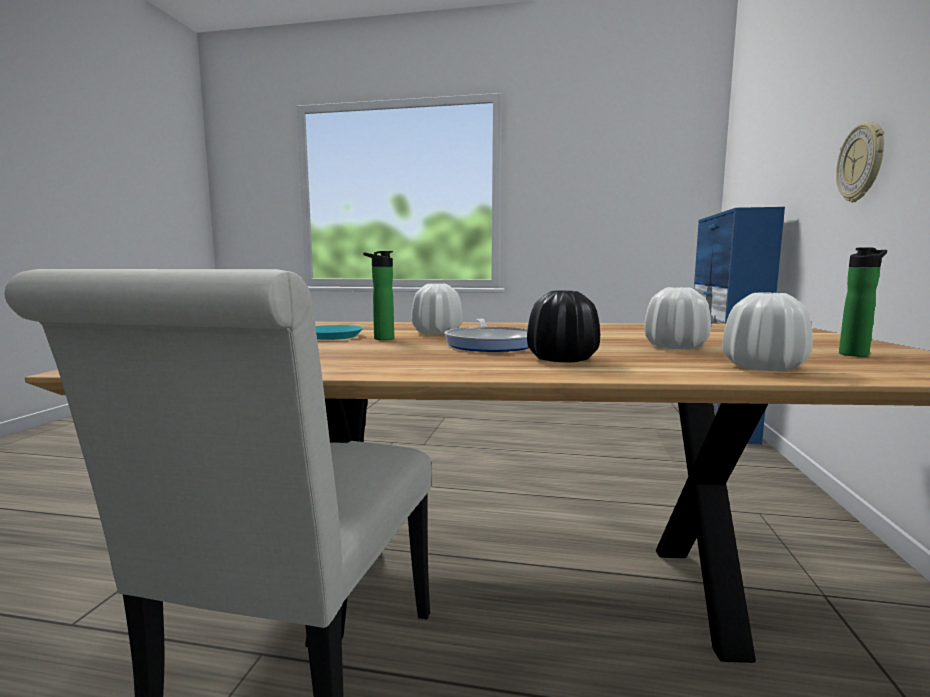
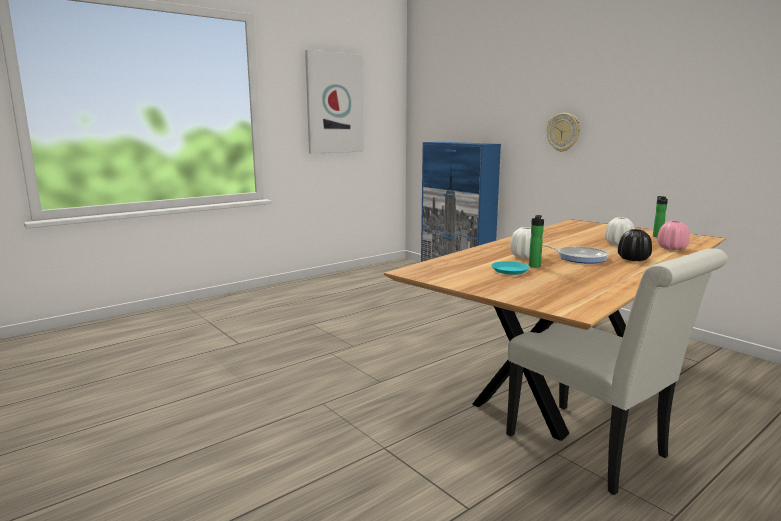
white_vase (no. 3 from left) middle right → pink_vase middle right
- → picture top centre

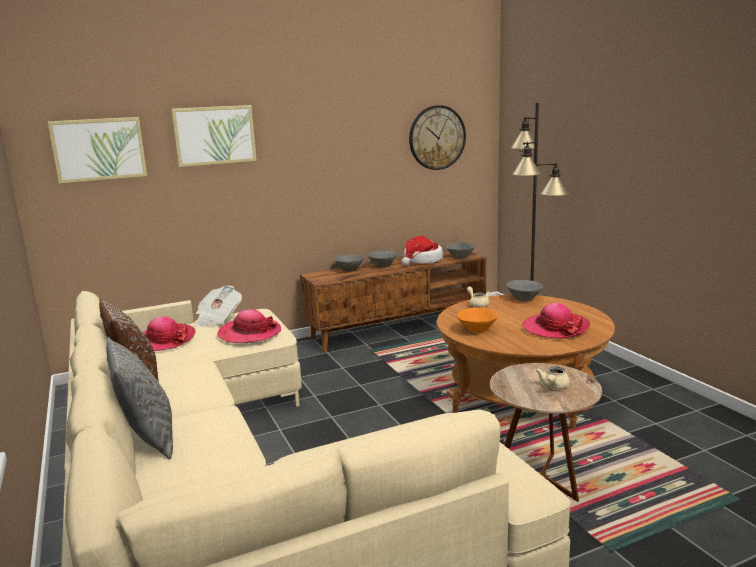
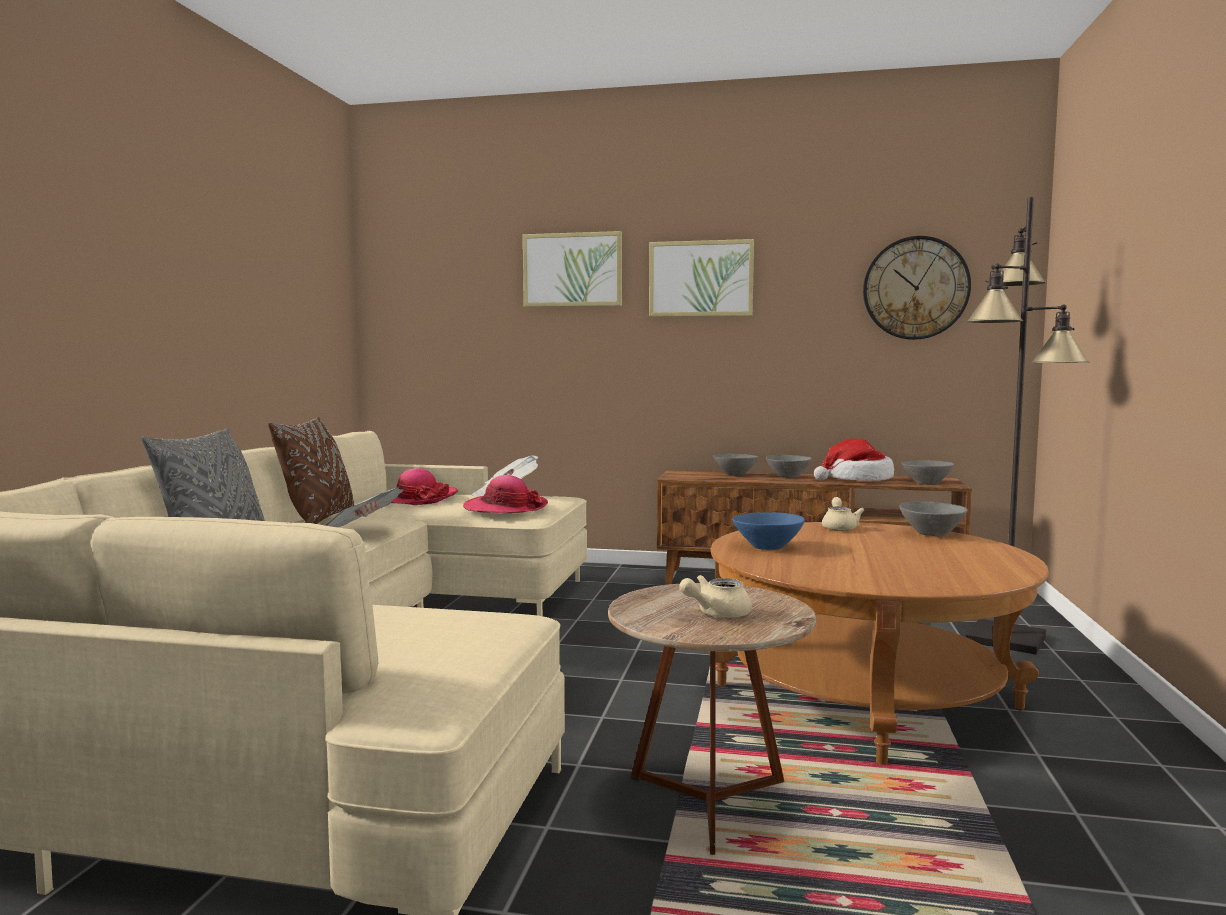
picture (no. 1 from left in the first image) top left → picture (no. 2 from left) top centre, relocated
orange_bowl centre → blue_bowl centre
hat (no. 4 from left) middle right → -
- → newspaper (no. 1 from left) middle left

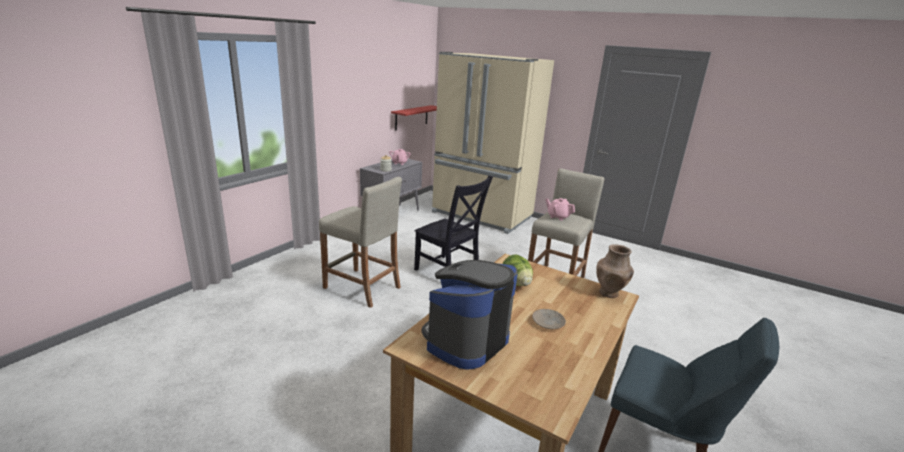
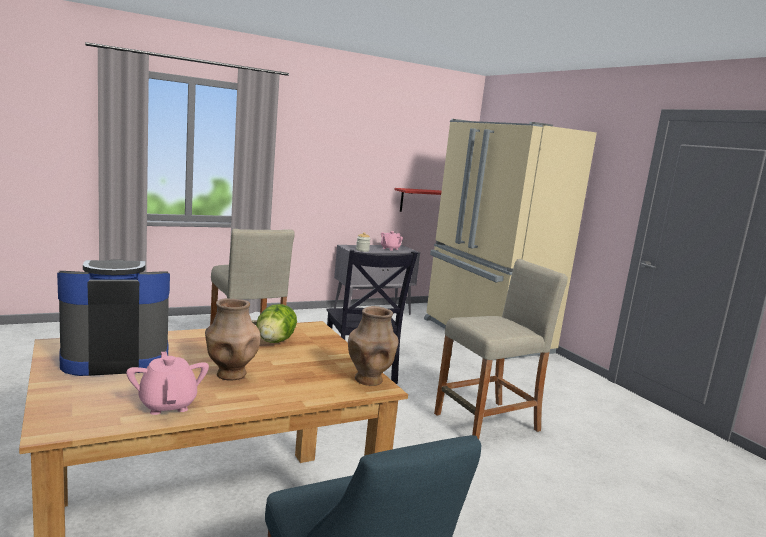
beige_plate bottom centre → brown_vase (no. 1 from left) middle left
pink_teapot (no. 2 from left in the first image) centre → pink_teapot (no. 1 from left) bottom left, relocated

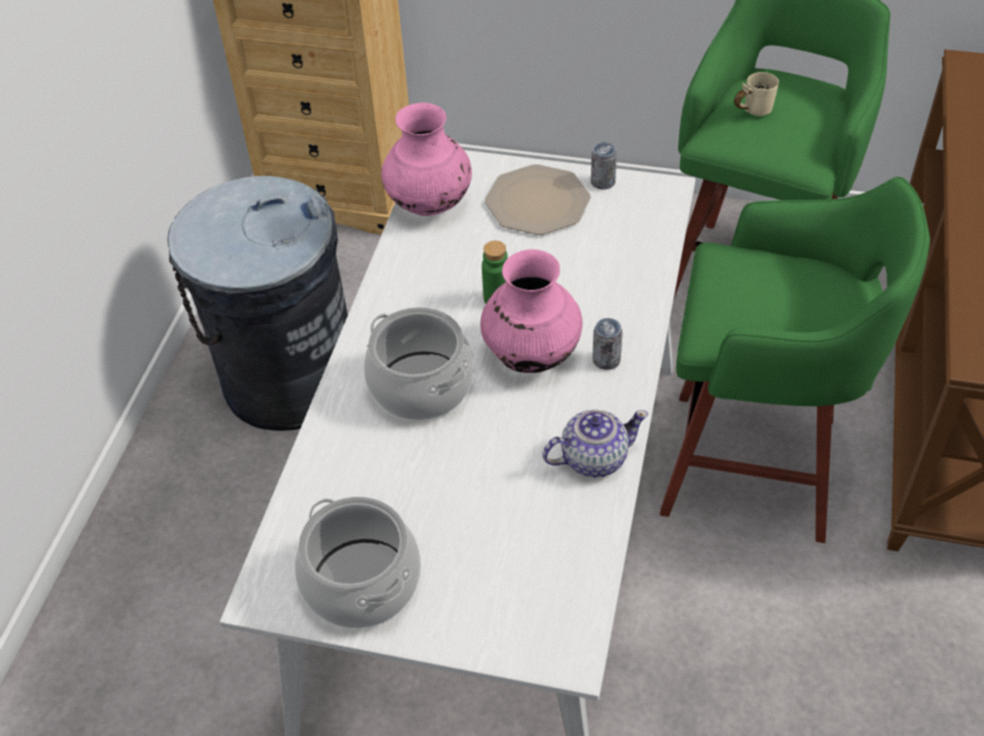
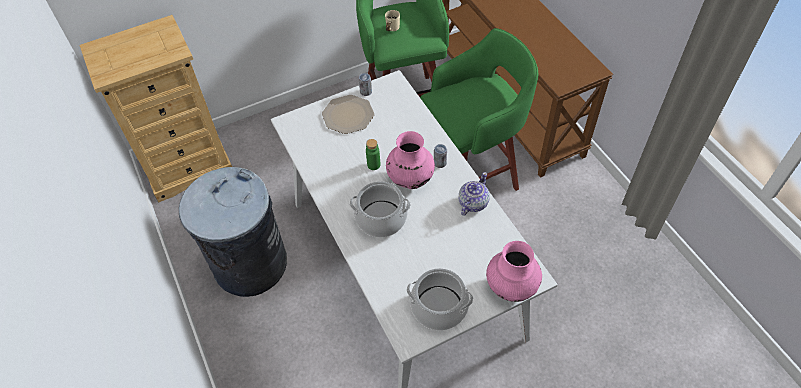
pink_vase (no. 1 from left in the first image) top centre → pink_vase (no. 2 from left) bottom centre, relocated

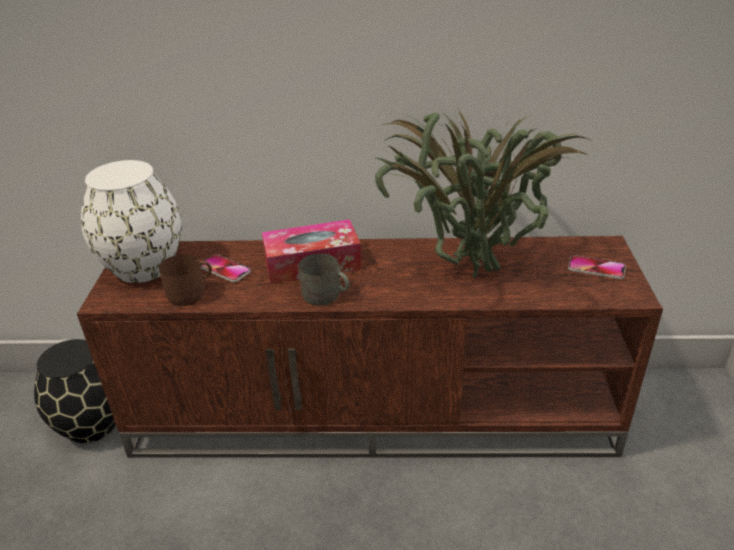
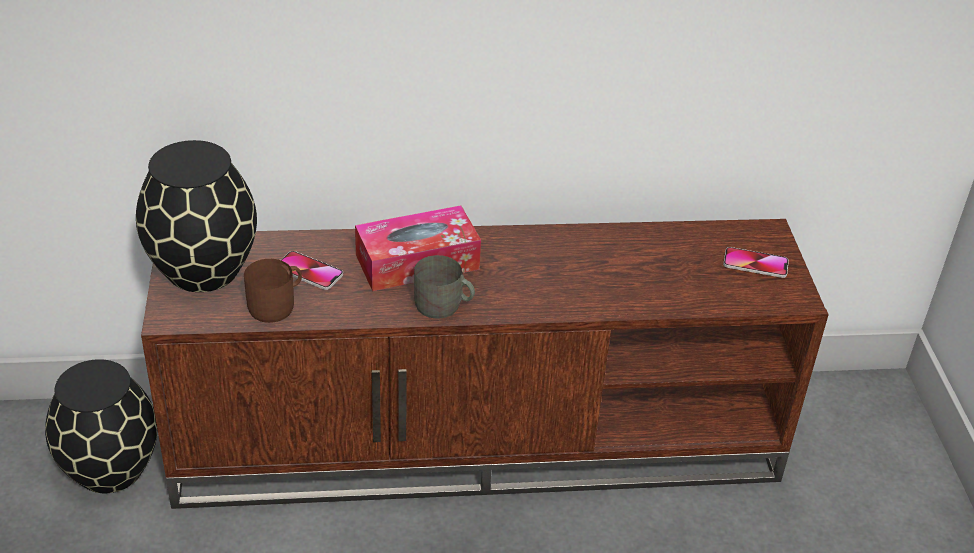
white_vase middle left → black_vase (no. 2 from left) middle left
potted_plant centre → -

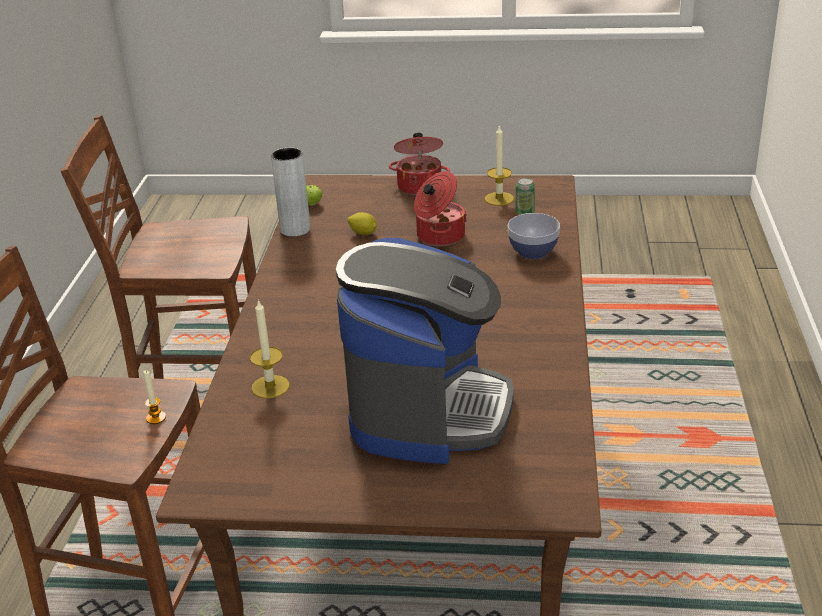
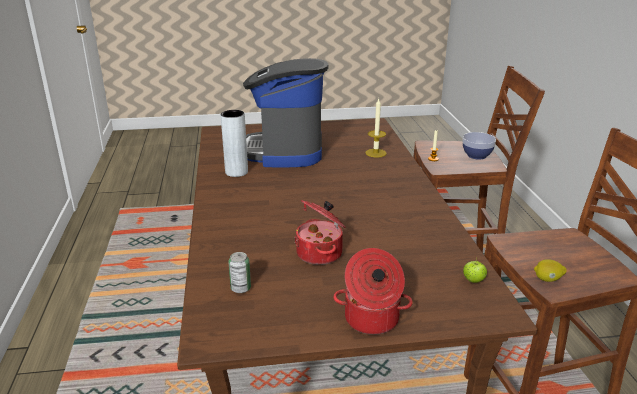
grey_vase top centre → grey_vase centre, relocated
lemon centre → lemon bottom right, relocated
candle (no. 3 from left) top centre → -
bowl centre → bowl middle right, relocated

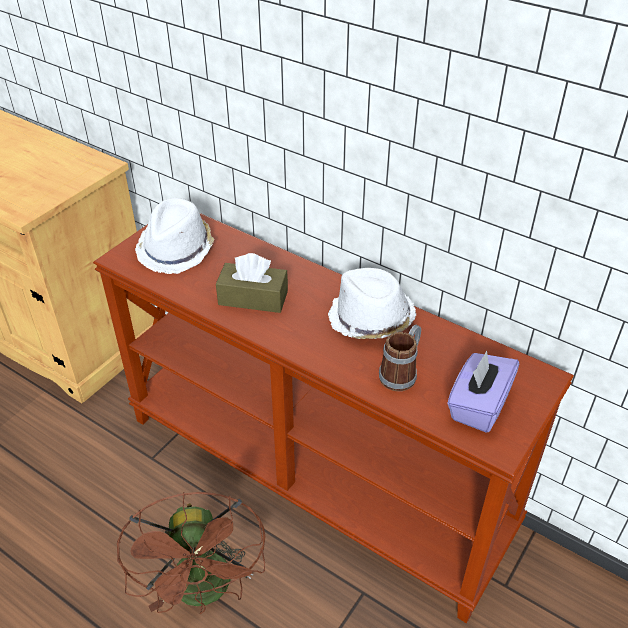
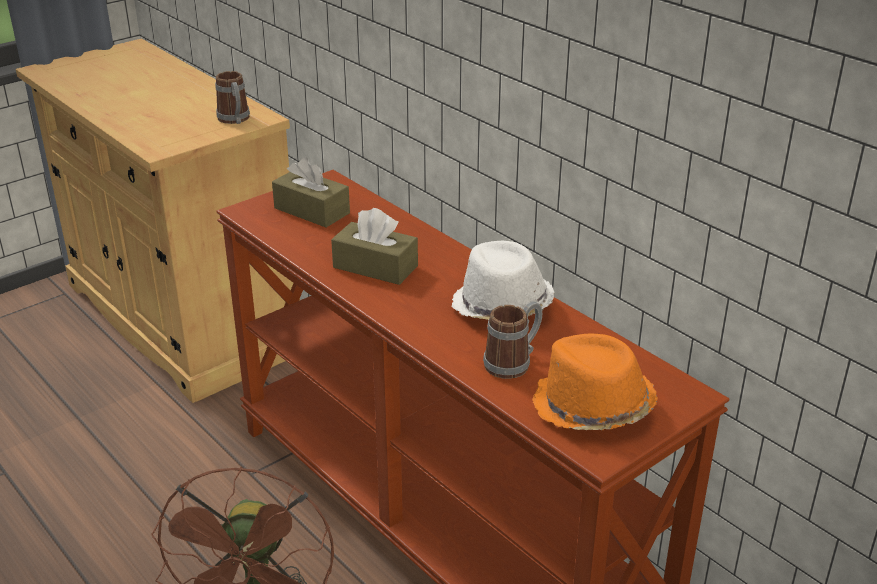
white_hat (no. 1 from left) middle left → brown_tissue_box (no. 1 from left) top centre
purple_tissue_box middle right → orange_hat middle right
- → mug (no. 1 from left) top left

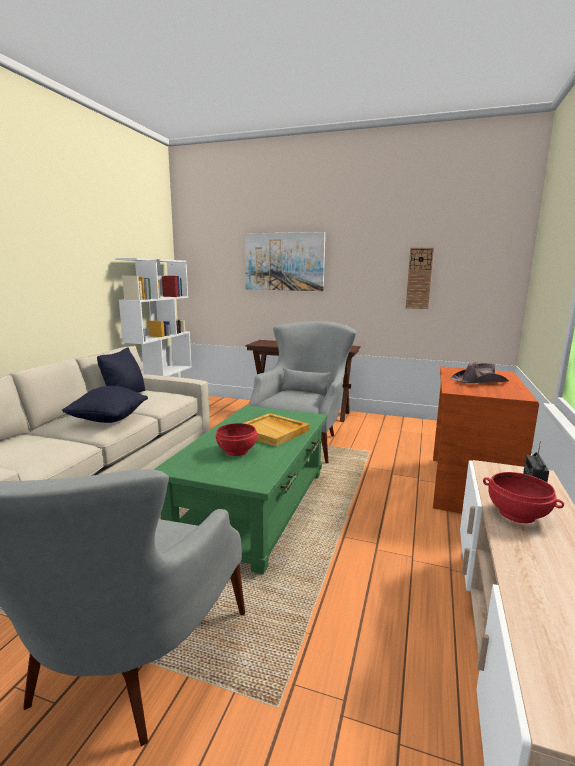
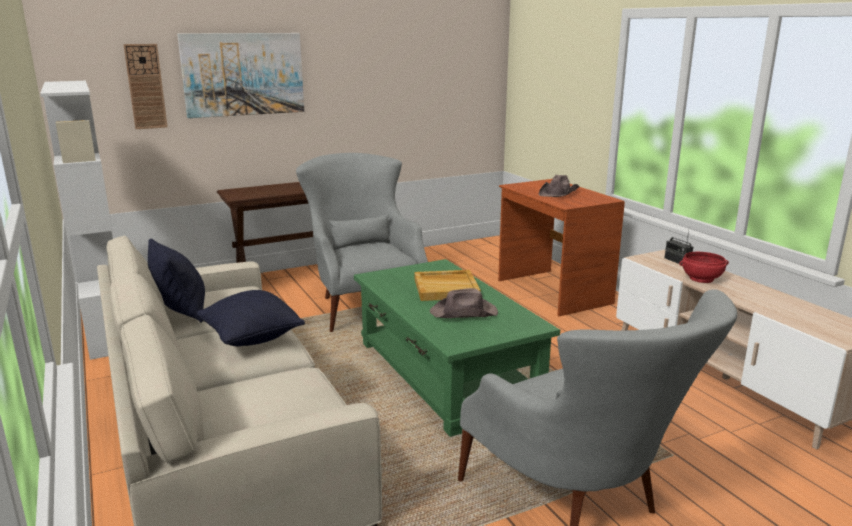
red_bowl (no. 1 from left) centre → brown_hat (no. 1 from left) centre
wall_clock middle right → wall_clock top left, relocated

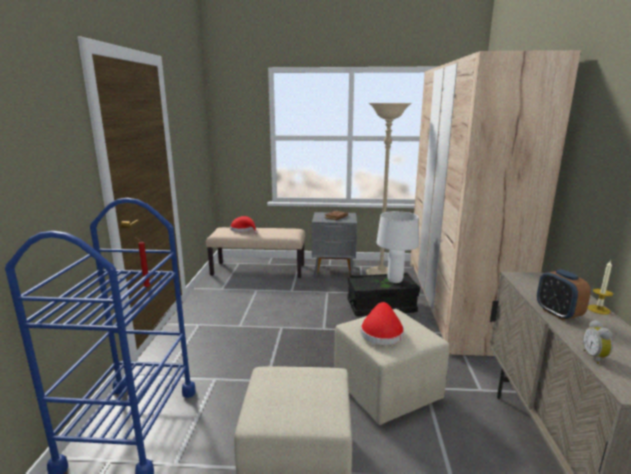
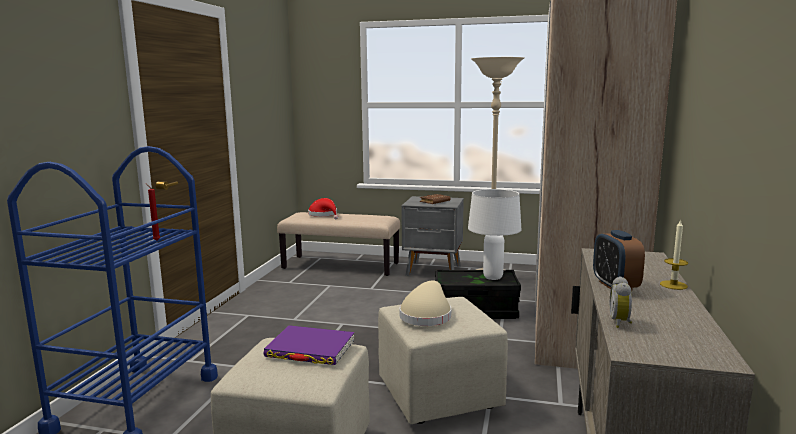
red_hat (no. 2 from left) bottom centre → beige_hat bottom centre
- → purple_book bottom centre

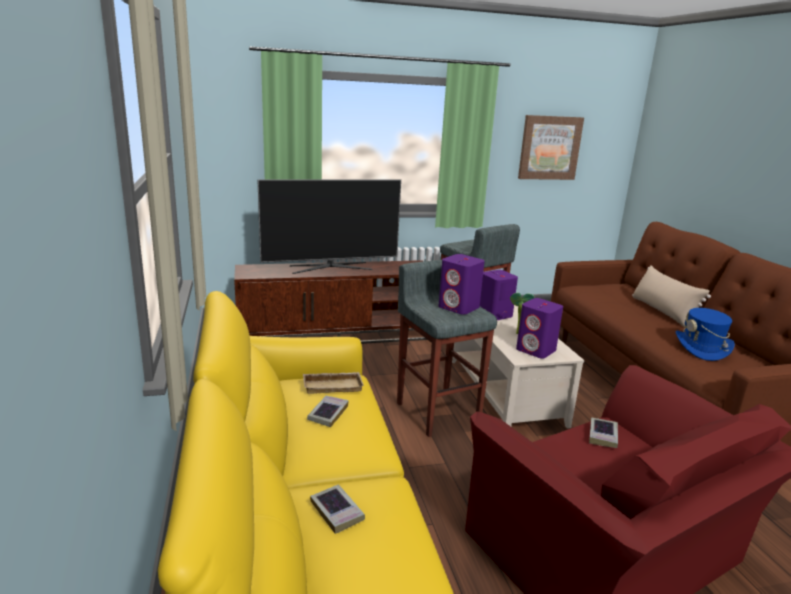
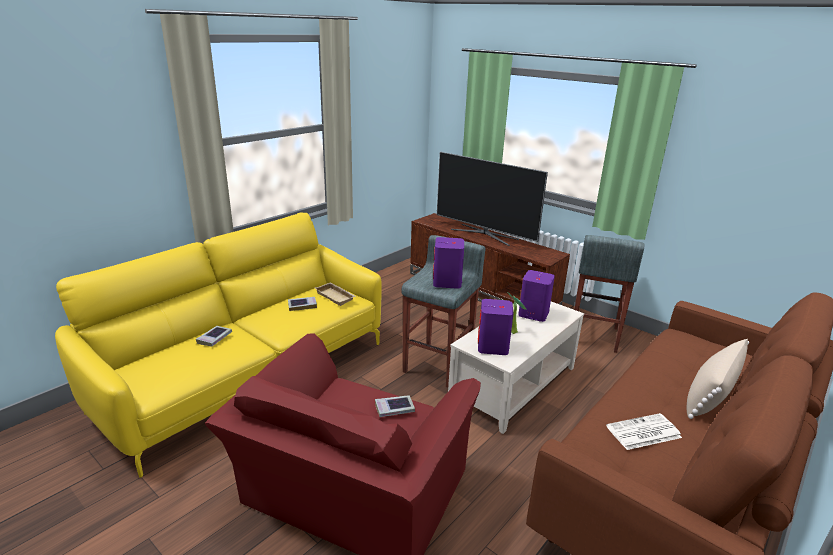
picture top right → -
blue_hat middle right → newspaper bottom right

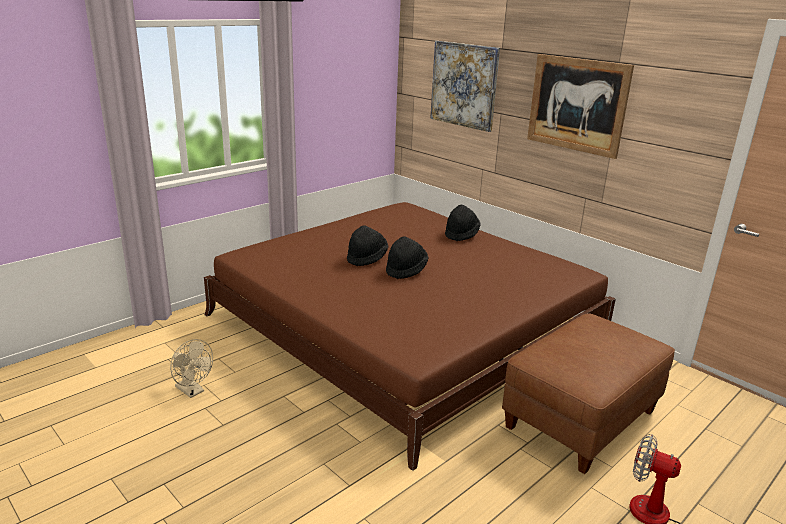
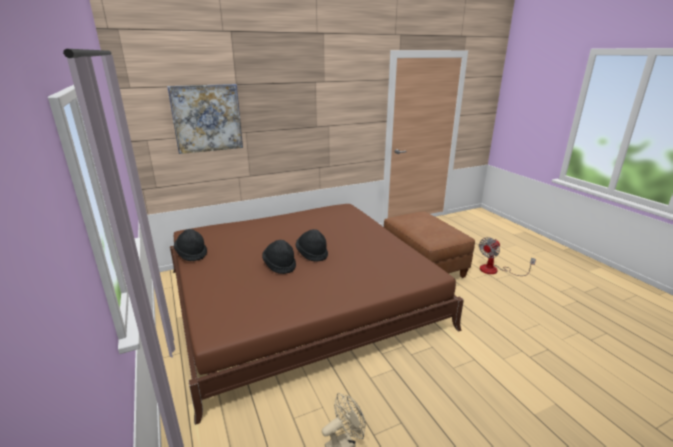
black_hat (no. 3 from left in the first image) centre → black_hat (no. 1 from left) middle left, relocated
picture (no. 2 from left) top right → -

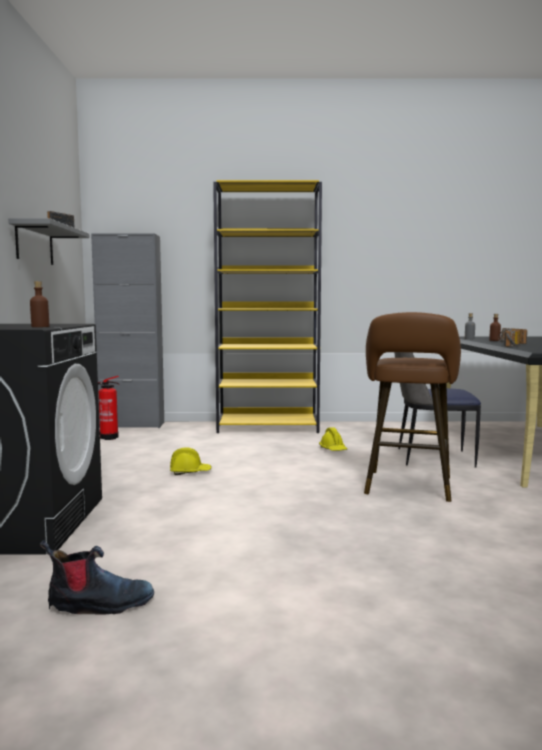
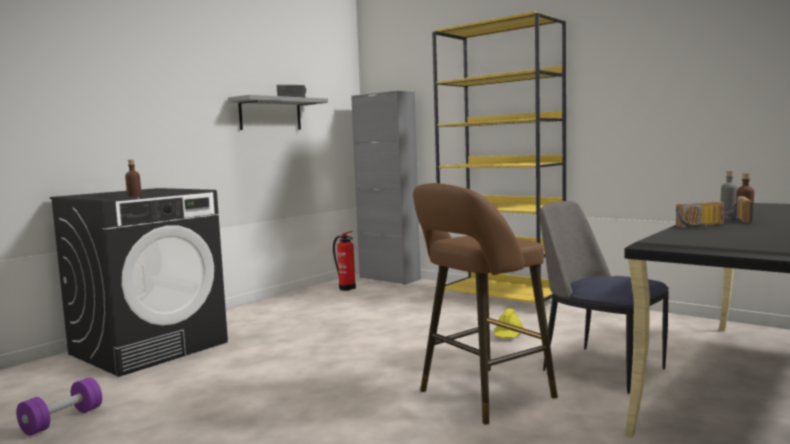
boot bottom left → purple_dumbbell bottom left
yellow_hard_hat (no. 1 from left) centre → -

